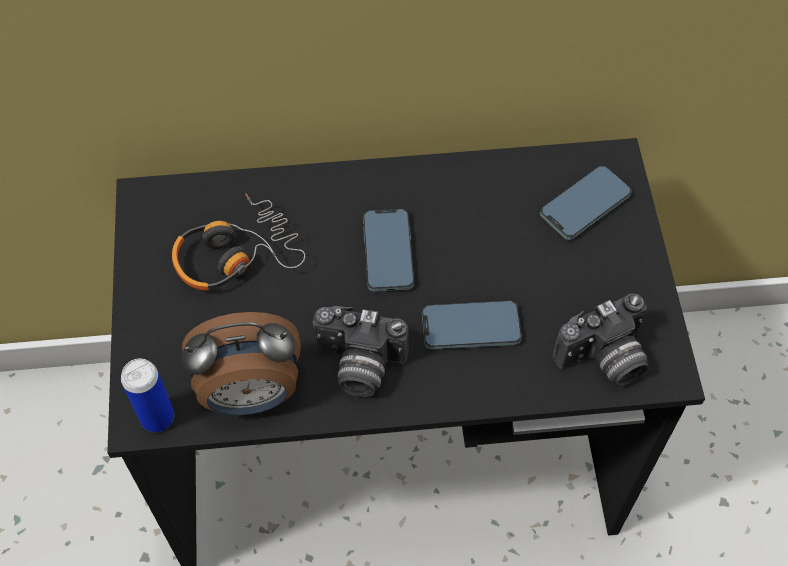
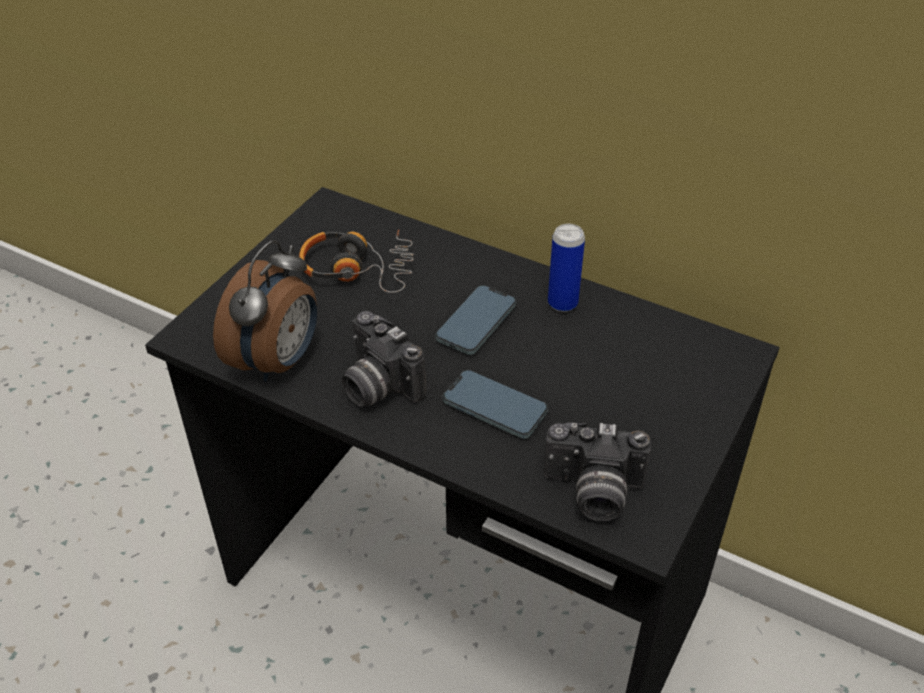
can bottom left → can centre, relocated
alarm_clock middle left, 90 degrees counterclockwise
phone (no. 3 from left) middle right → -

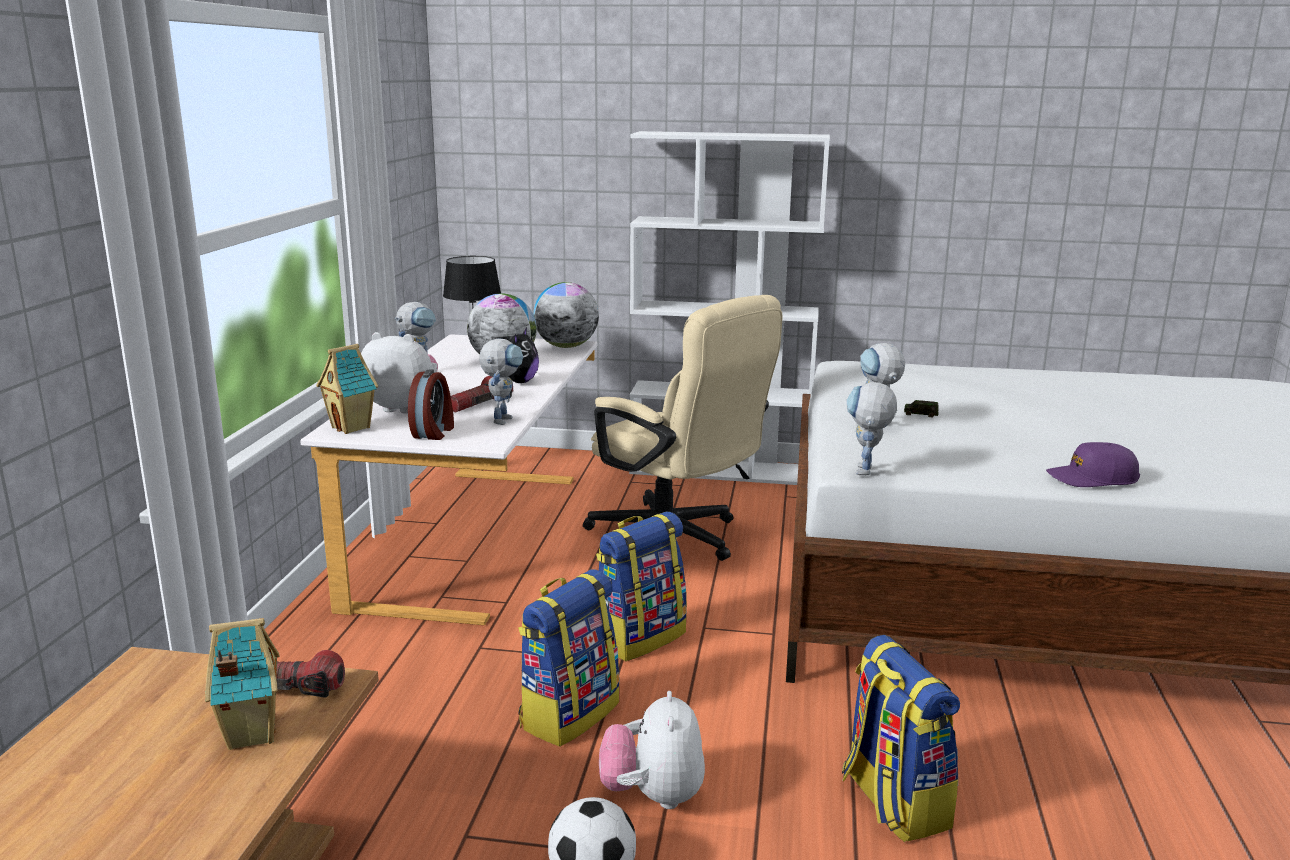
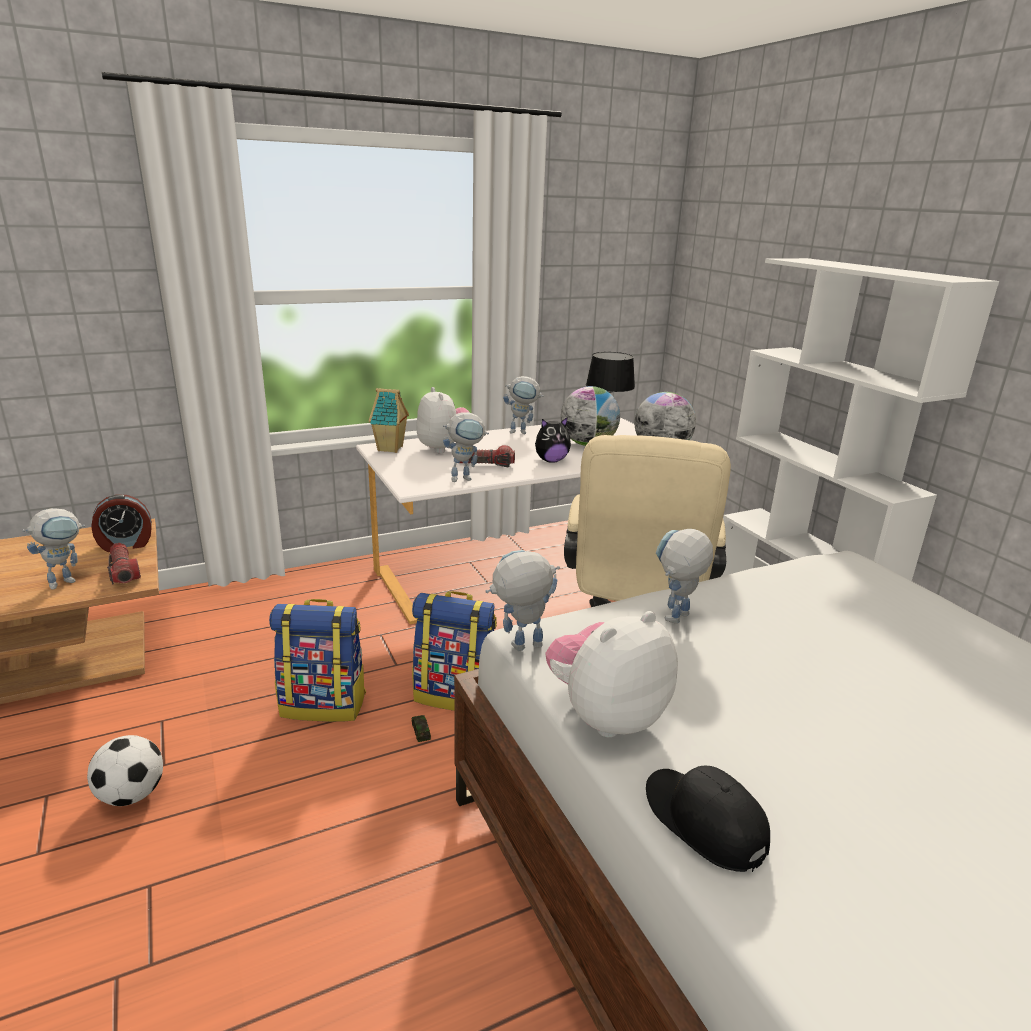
toy_house (no. 1 from left) bottom left → toy_robot (no. 1 from left) middle left
alarm_clock centre → alarm_clock middle left, relocated
plush_toy (no. 3 from left) bottom centre → plush_toy (no. 3 from left) centre, relocated
backpack (no. 3 from left) bottom right → -
toy_car middle right → toy_car bottom centre, relocated
purple_cap middle right → black_cap bottom right

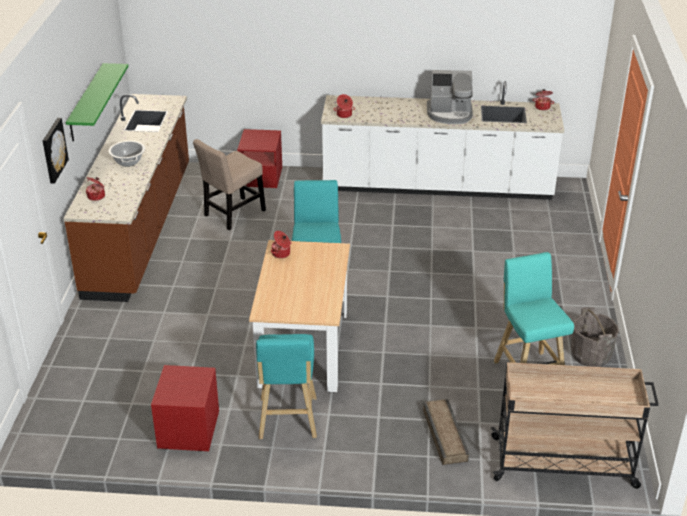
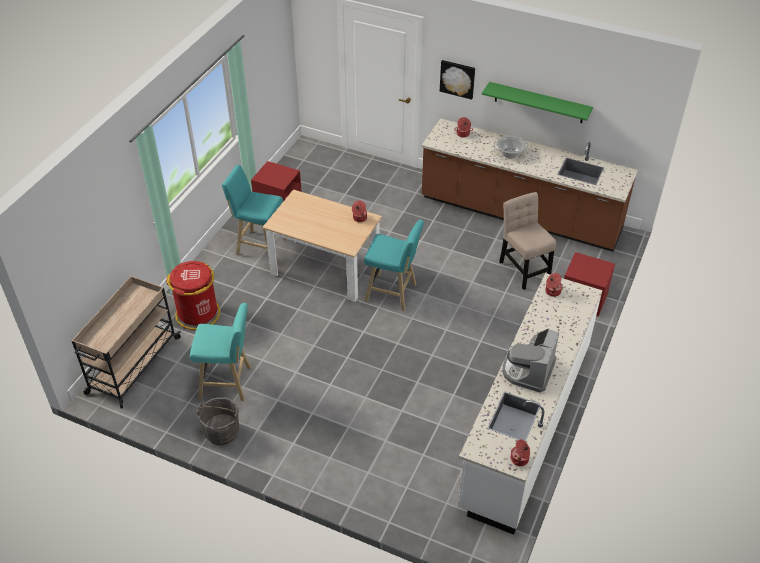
crate bottom centre → red_trash_can middle left

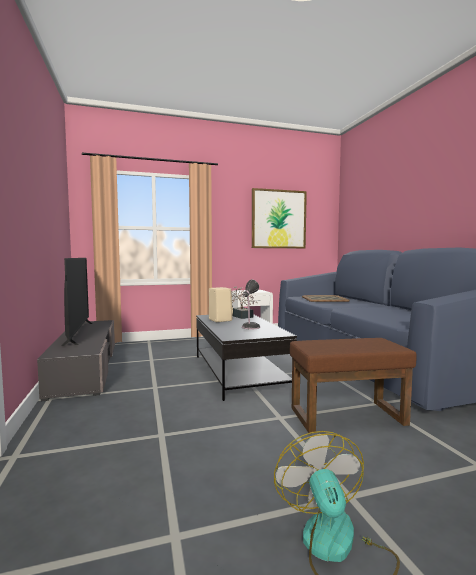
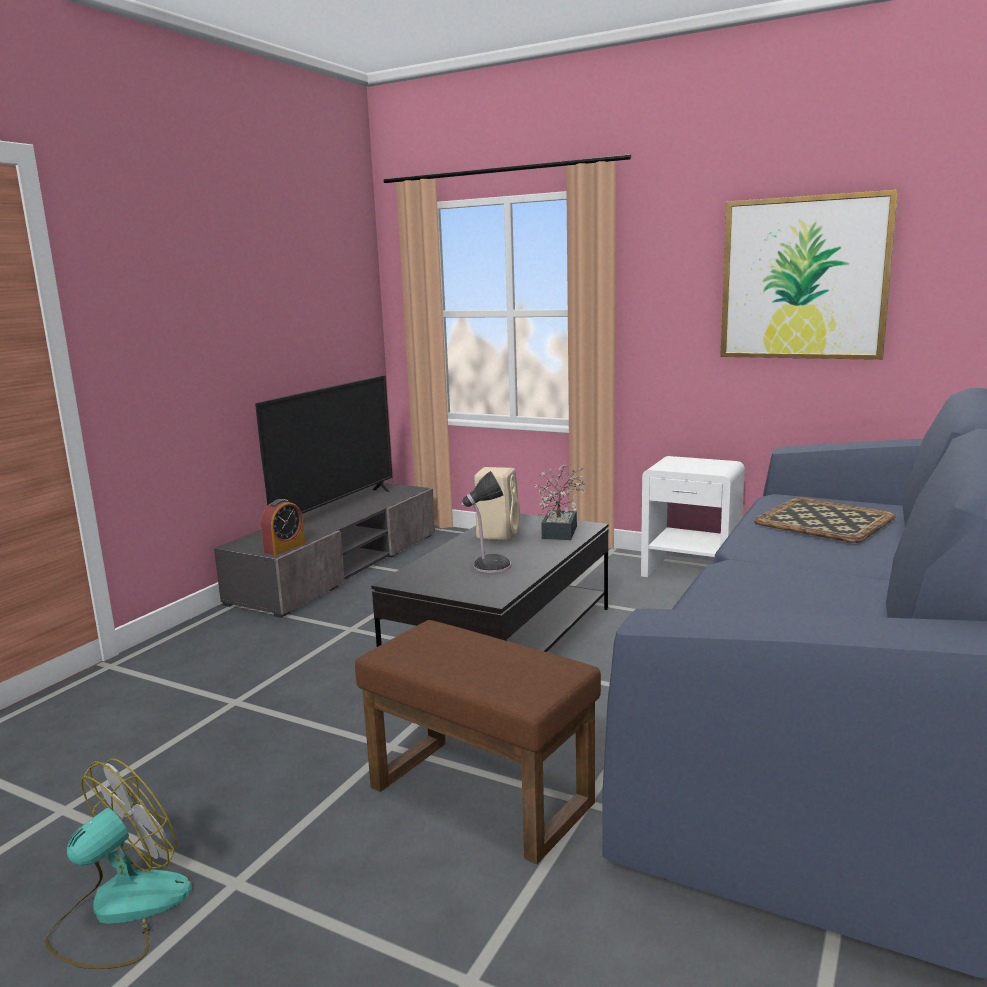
- → alarm_clock middle left

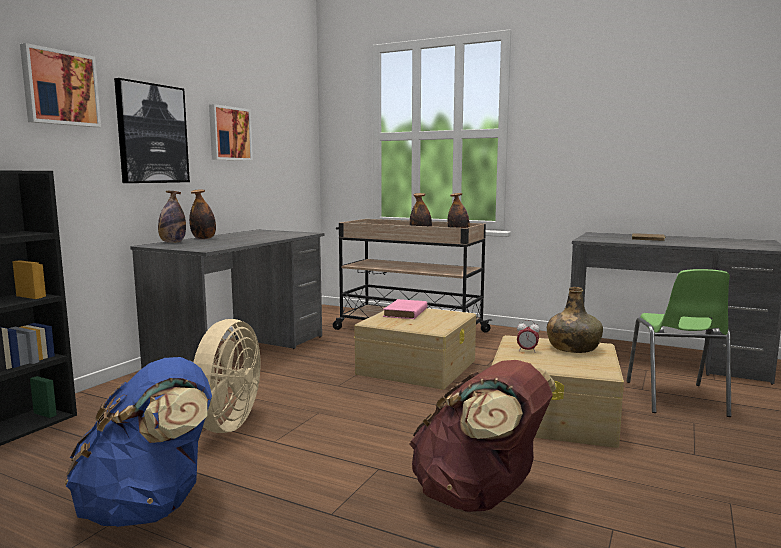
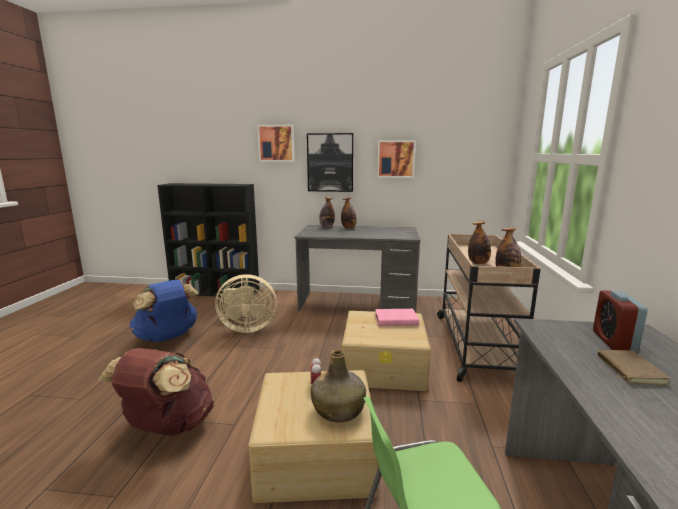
- → alarm_clock (no. 2 from left) middle right

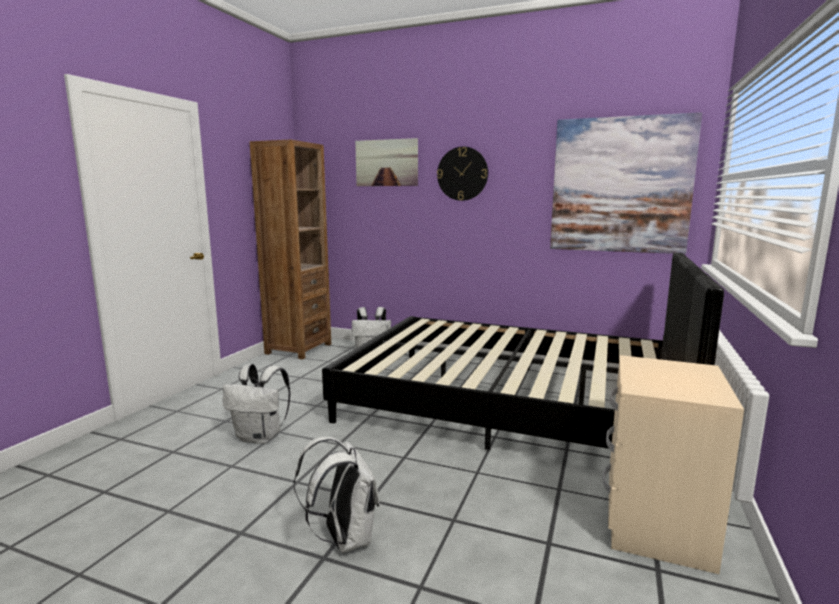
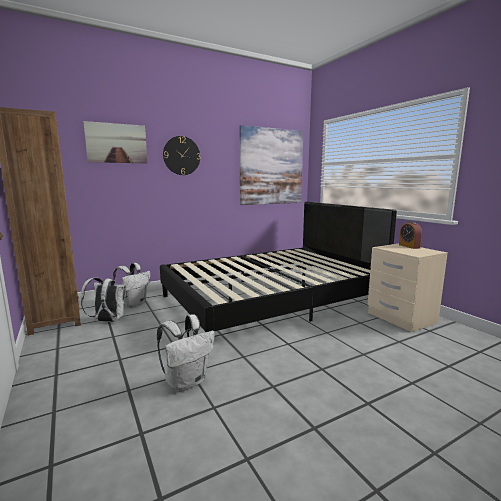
white_backpack (no. 2 from left in the first image) bottom centre → white_backpack (no. 1 from left) middle left, relocated
- → alarm_clock middle right

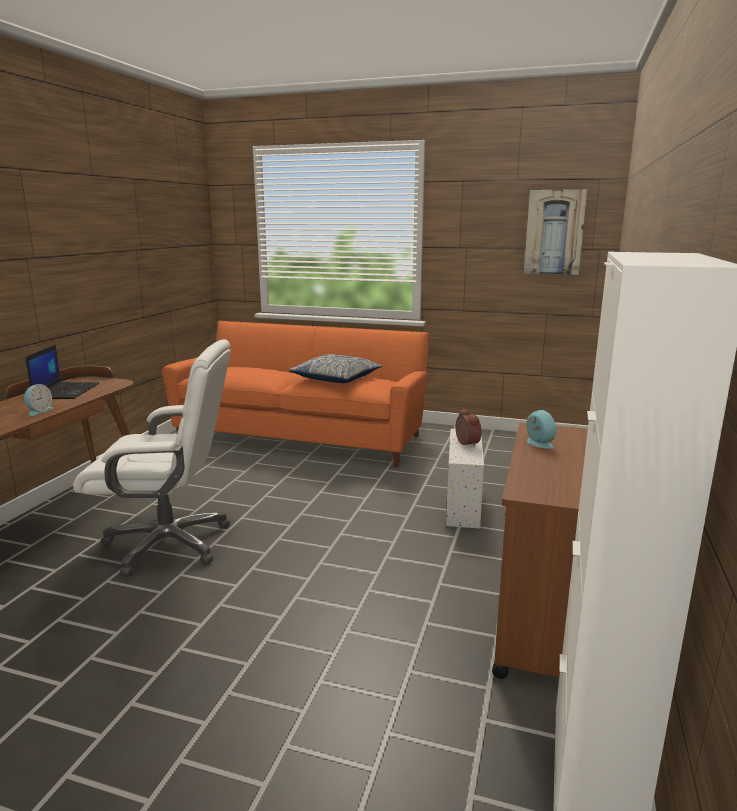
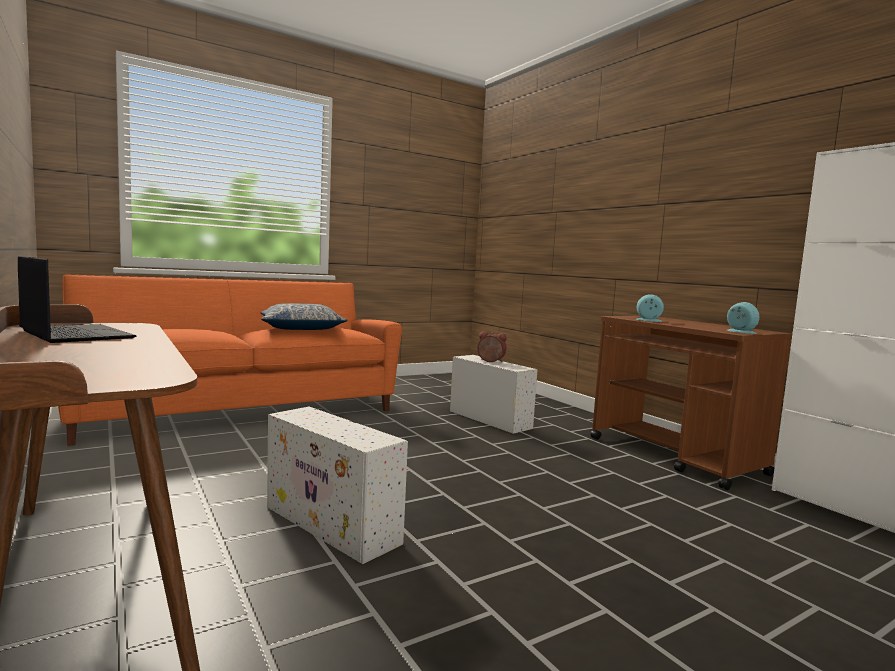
alarm_clock (no. 1 from left in the first image) middle left → alarm_clock (no. 3 from left) middle right, relocated
white_office_chair middle left → white_storage_box (no. 1 from left) bottom centre
picture top right → -

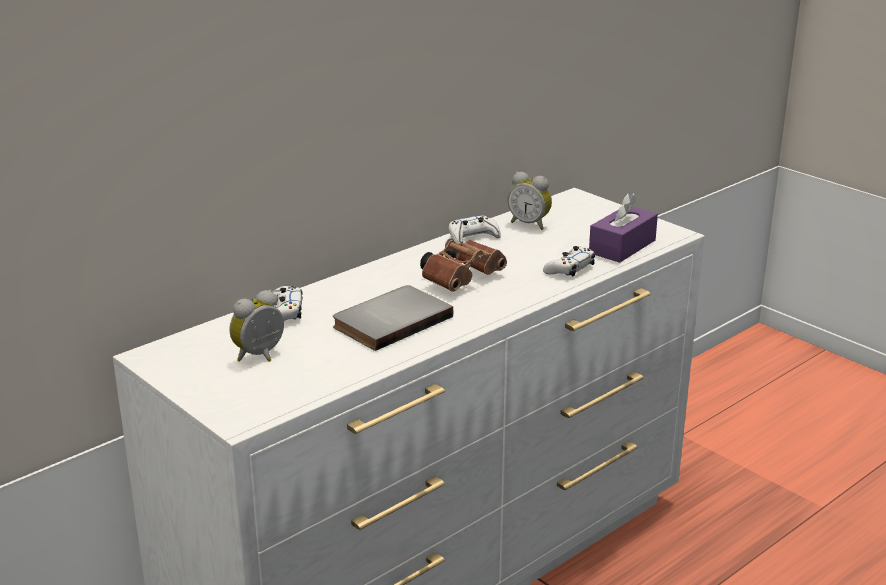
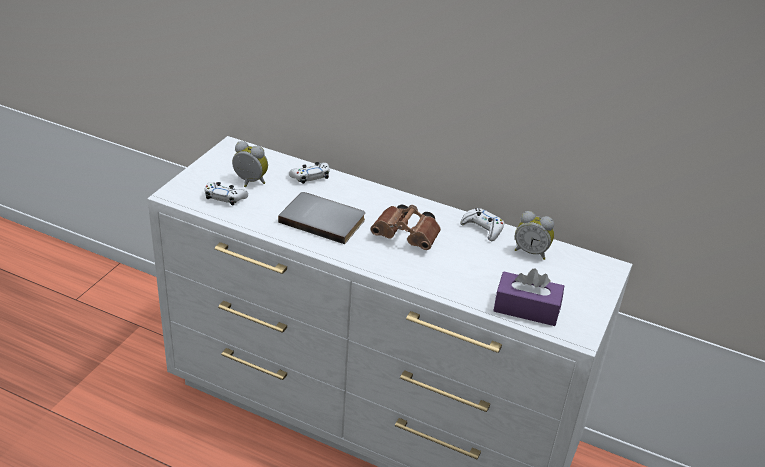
alarm_clock (no. 2 from left) centre → alarm_clock (no. 2 from left) middle right, 75 degrees counterclockwise
white_game_controller (no. 3 from left in the first image) centre → white_game_controller (no. 1 from left) middle left, relocated

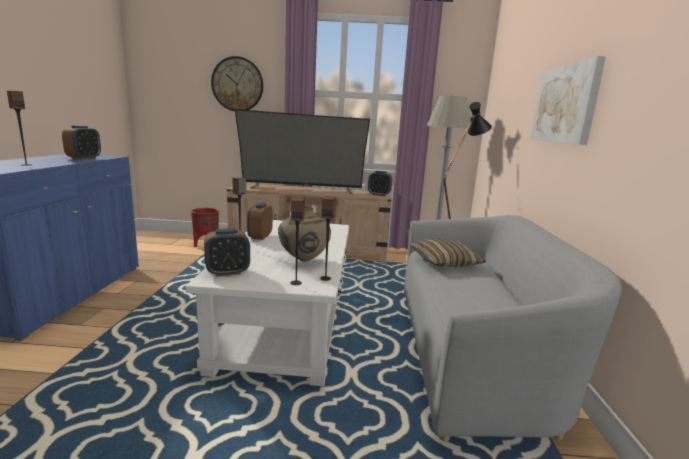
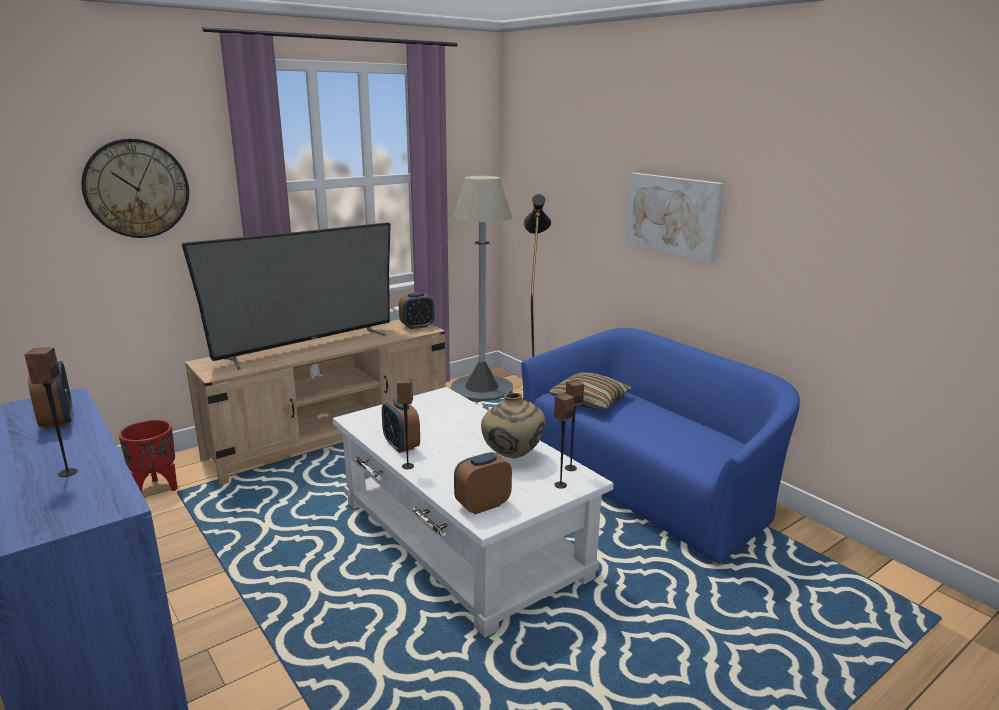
alarm_clock (no. 2 from left in the first image) middle left → alarm_clock (no. 4 from left) bottom centre, 150 degrees counterclockwise
grey_sofa bottom right → blue_sofa centre

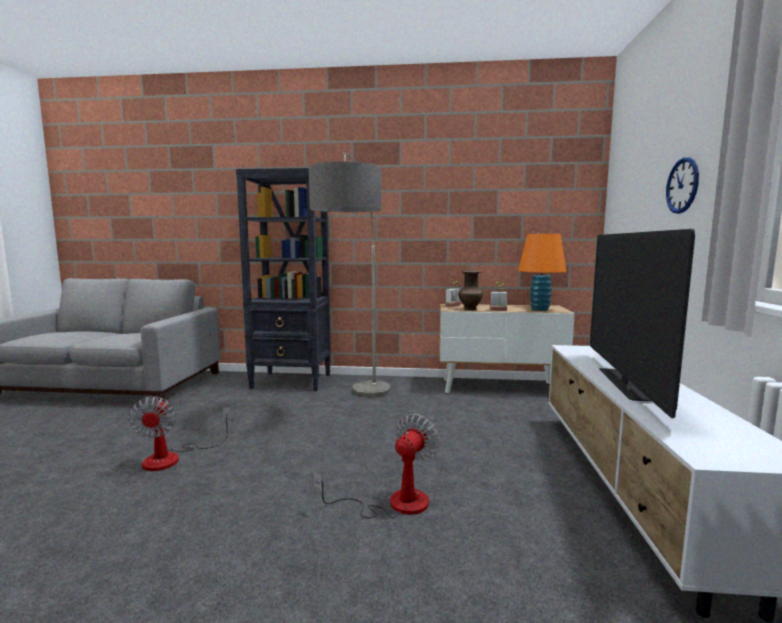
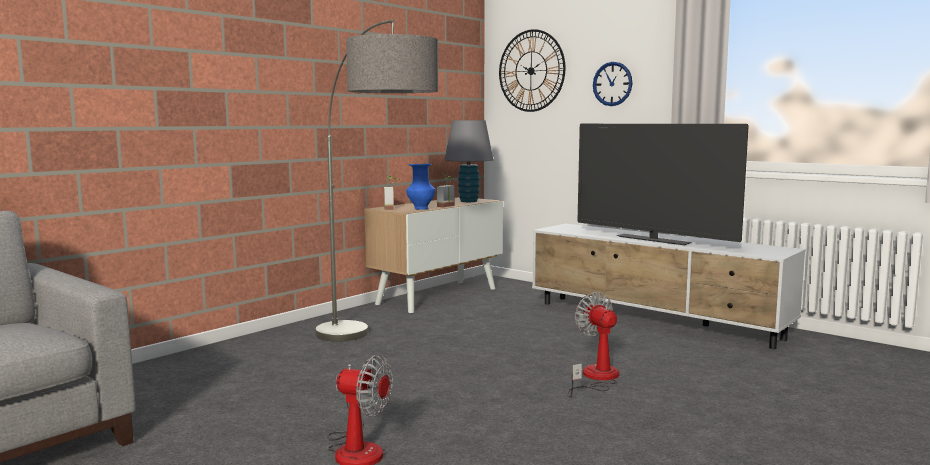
black_bookcase centre → -
brown_vase centre → blue_vase centre
orange_table_lamp middle right → grey_table_lamp centre
- → wall_clock (no. 1 from left) top centre

